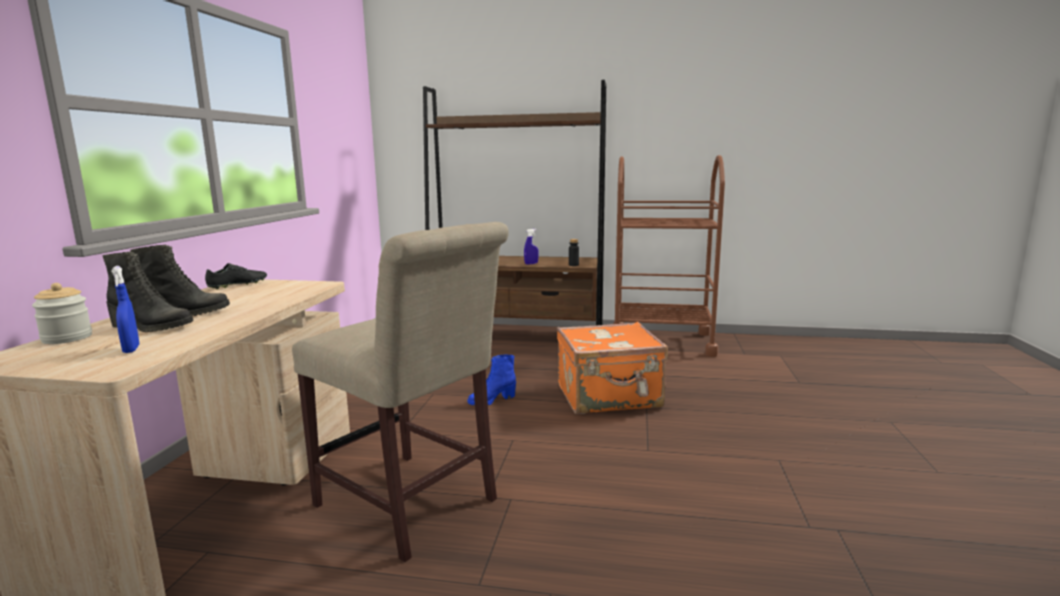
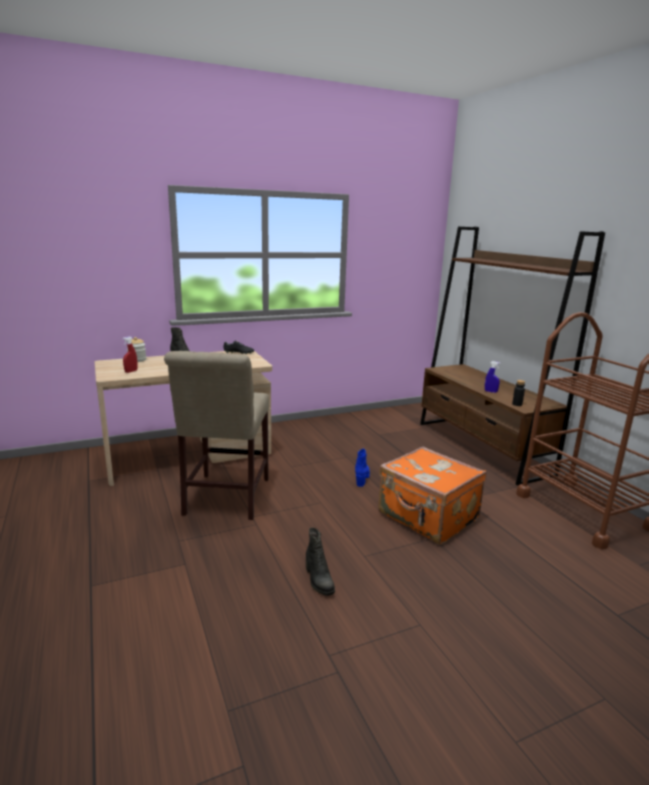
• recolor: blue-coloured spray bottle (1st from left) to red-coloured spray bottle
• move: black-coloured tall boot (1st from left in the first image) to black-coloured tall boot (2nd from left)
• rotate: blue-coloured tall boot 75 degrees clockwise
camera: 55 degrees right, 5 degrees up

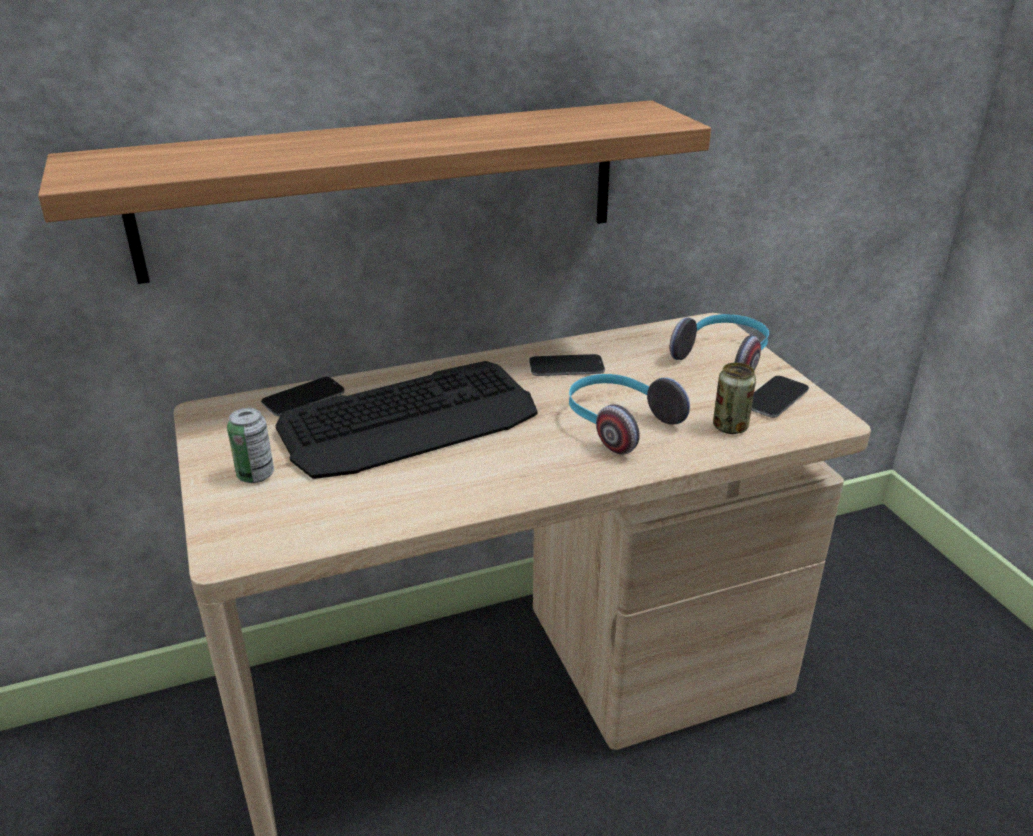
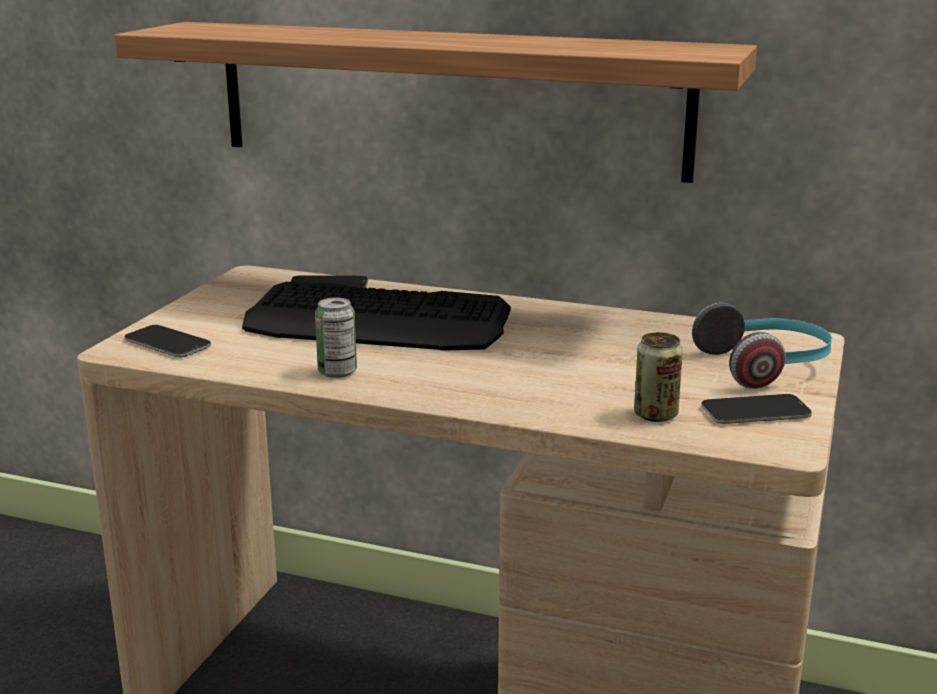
• move: telephone (2nd from left in the first image) to telephone (1st from left)
• move: metal can (1st from left)
• delete: headphones (1st from left)
camera: 40 degrees right, 10 degrees down

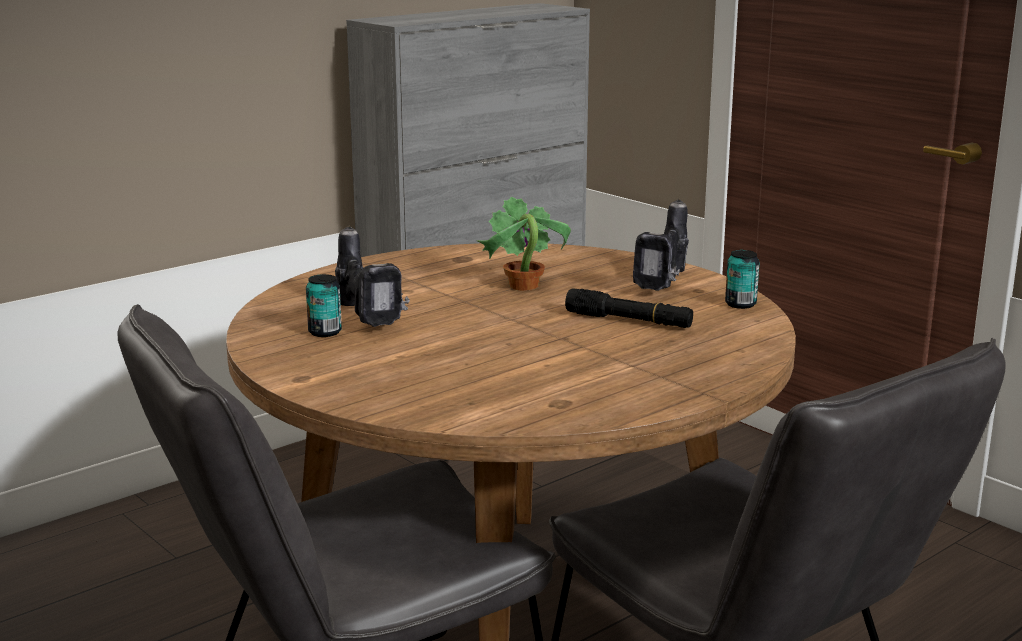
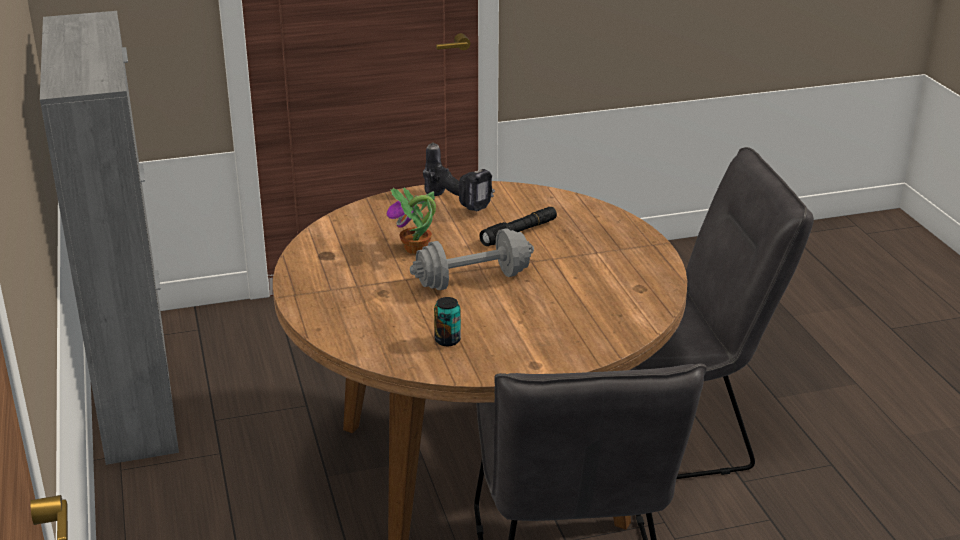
• insert: gray free weight
• delete: electric drill (1st from left)
• delete: metal can (2nd from left)
camera: 65 degrees left, 10 degrees up

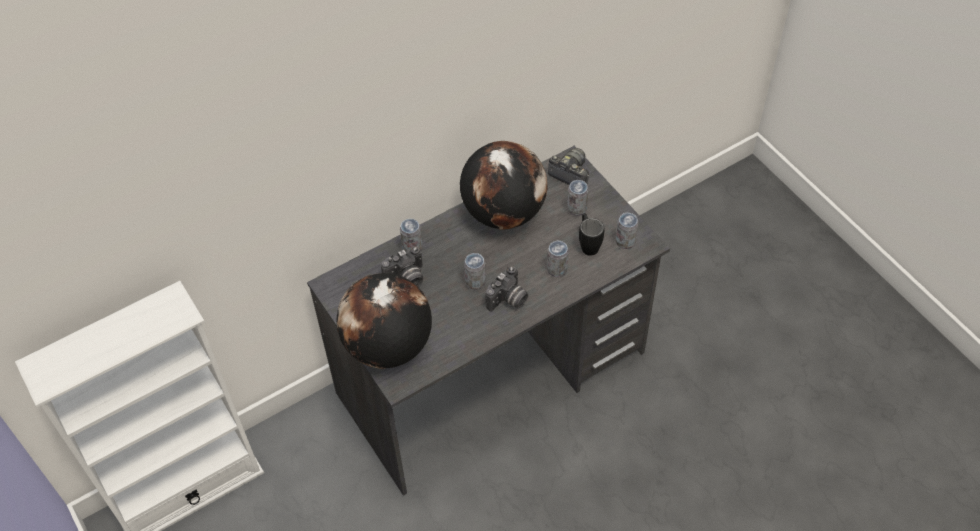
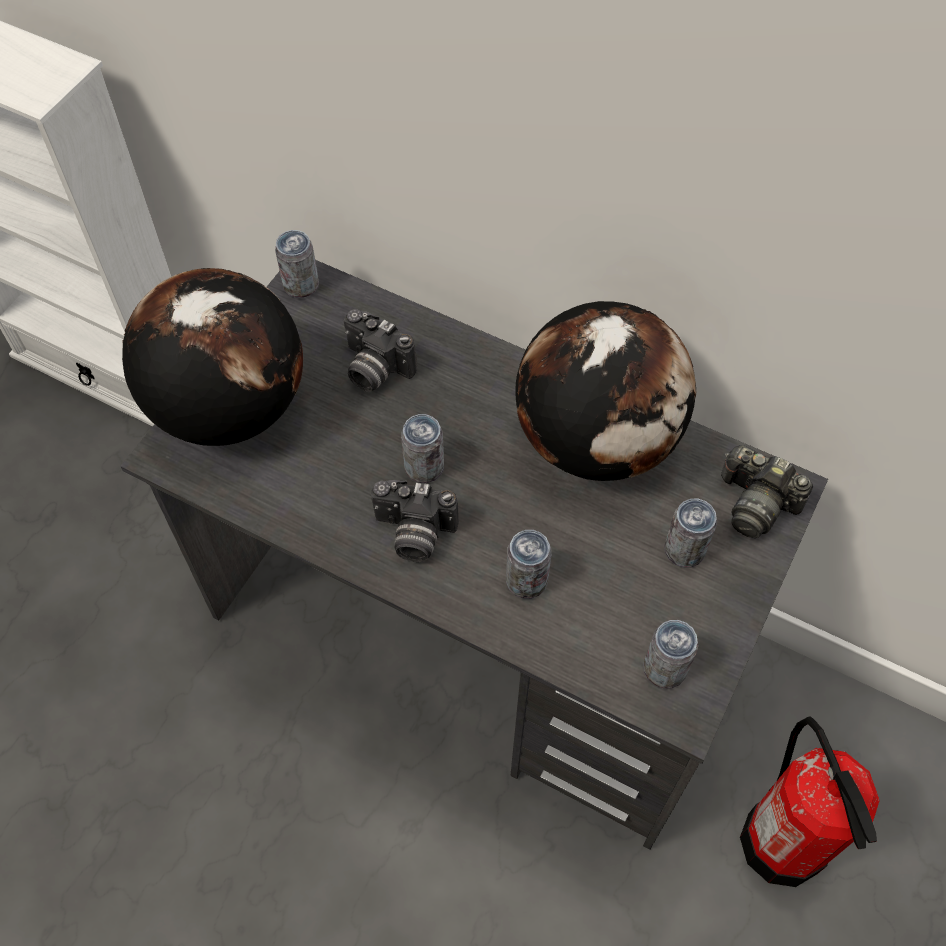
• move: metal can (1st from left)
• rotate: photo camera (3rd from left) 120 degrees clockwise
• insert: extinguisher
• delete: black-coloured coffee mug
camera: 60 degrees right, 5 degrees up

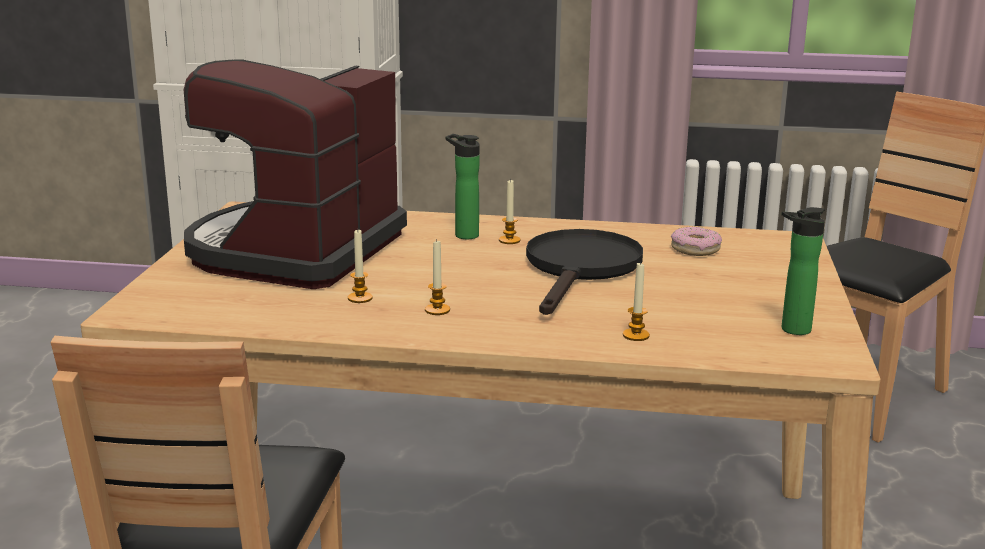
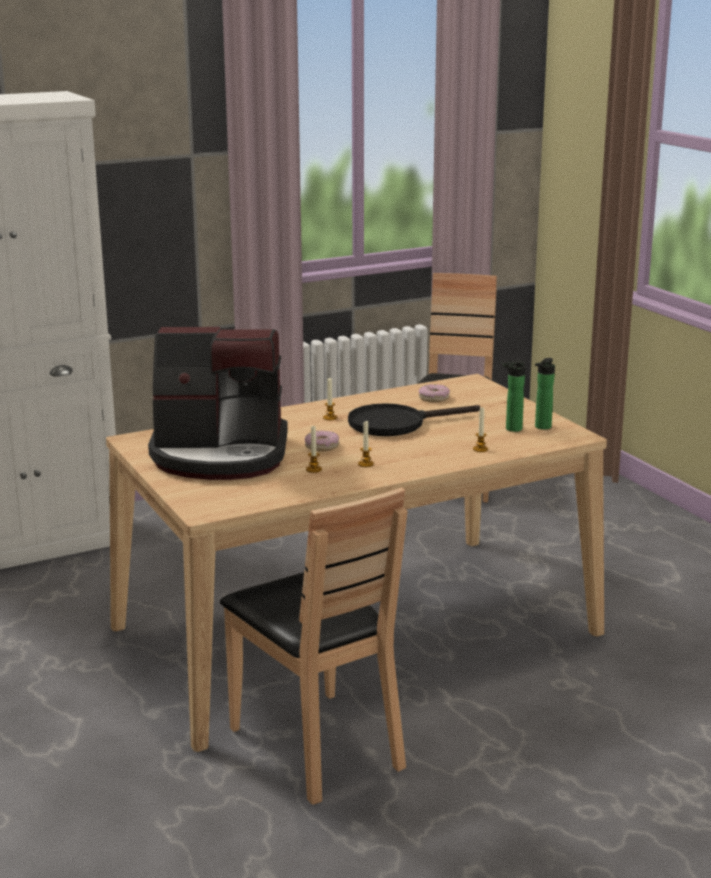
• rotate: coffee brewer 75 degrees counterclockwise
• insert: donut (1st from left)
• rotate: black-coloured pan 90 degrees counterclockwise
• move: beverage bottle (1st from left)
camera: 35 degrees left, 0 degrees up

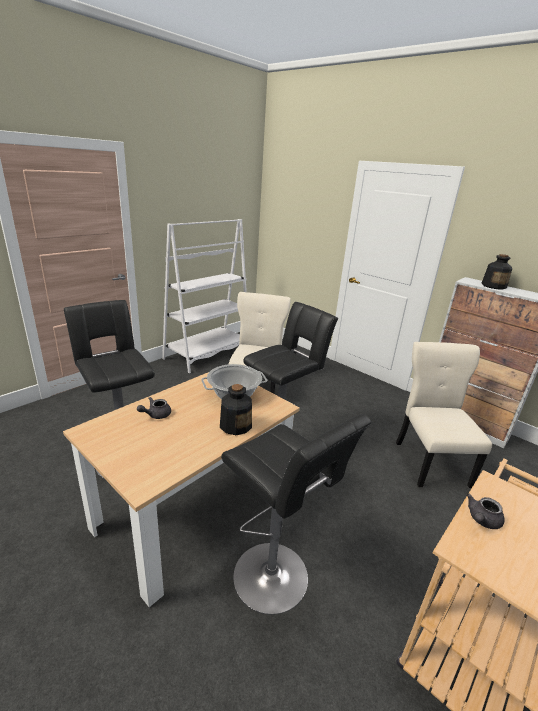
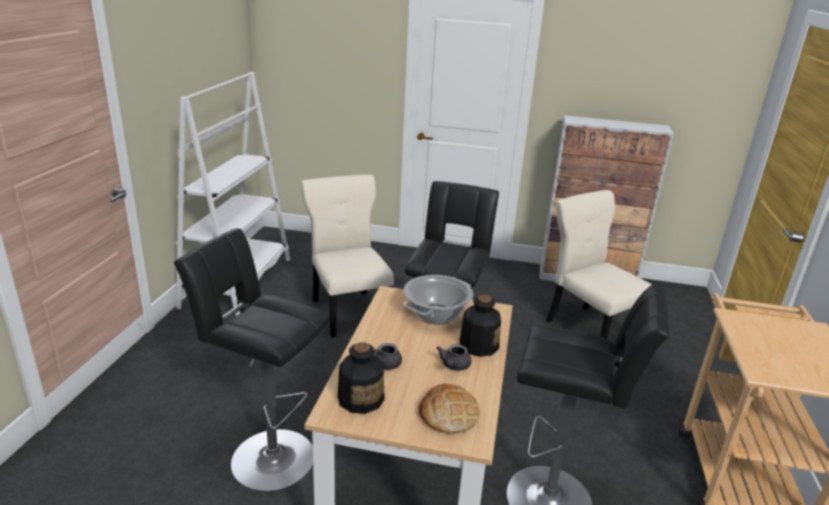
• move: beverage bottle (2nd from left in the first image) to beverage bottle (1st from left)
• insert: baked bread
• move: gray tea pot (2nd from left)
camera: 30 degrees left, 0 degrees up

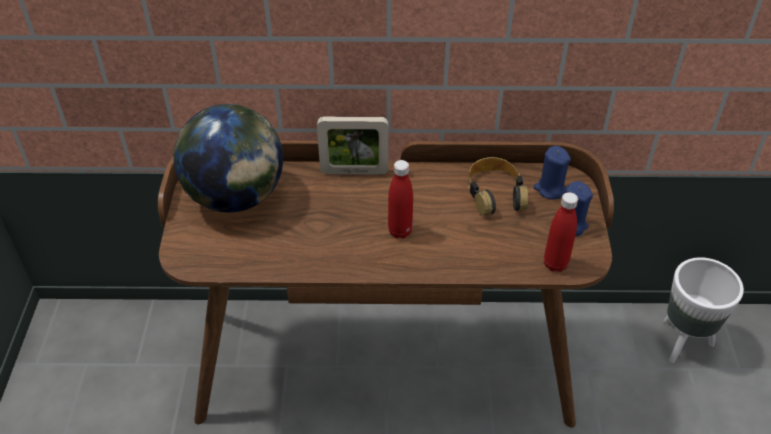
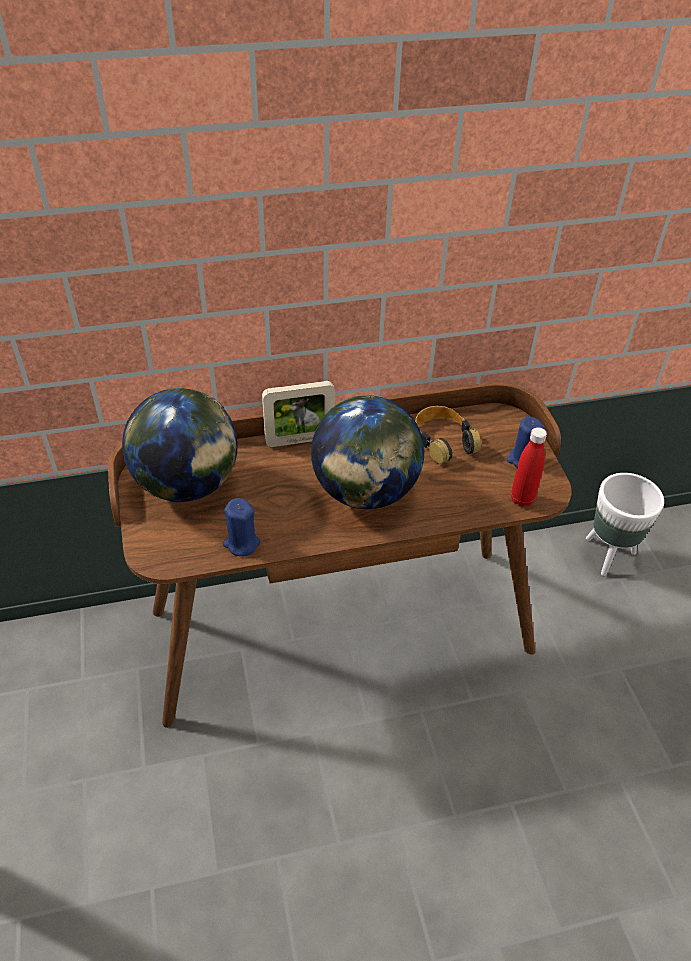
• move: blue-coloured candle (1st from left)
• replace: red-coloured beverage bottle (1st from left) to world globe (2nd from left)
camera: 15 degrees left, 0 degrees up

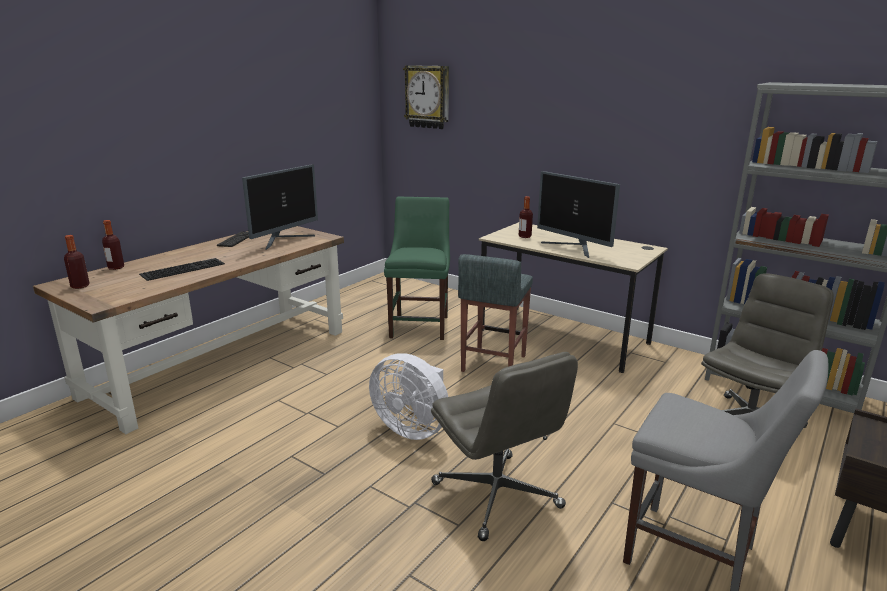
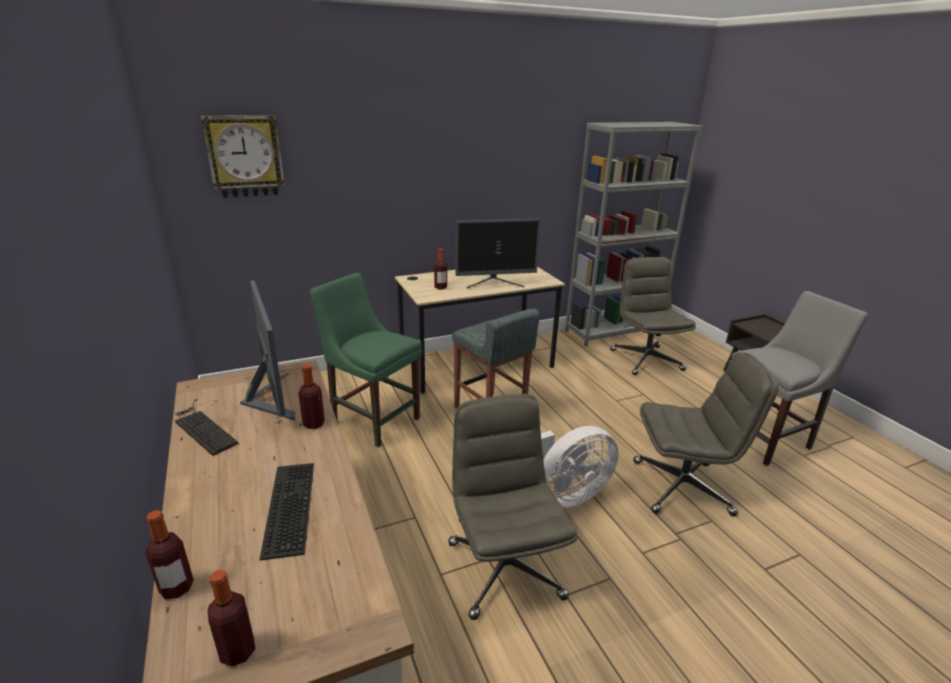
• insert: beverage bottle (3rd from left)
• insert: gray computer chair (1st from left)
camera: 60 degrees left, 5 degrees up

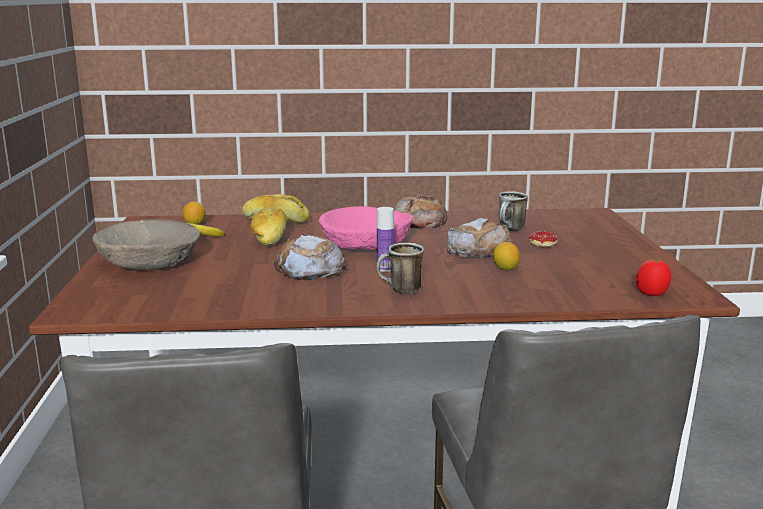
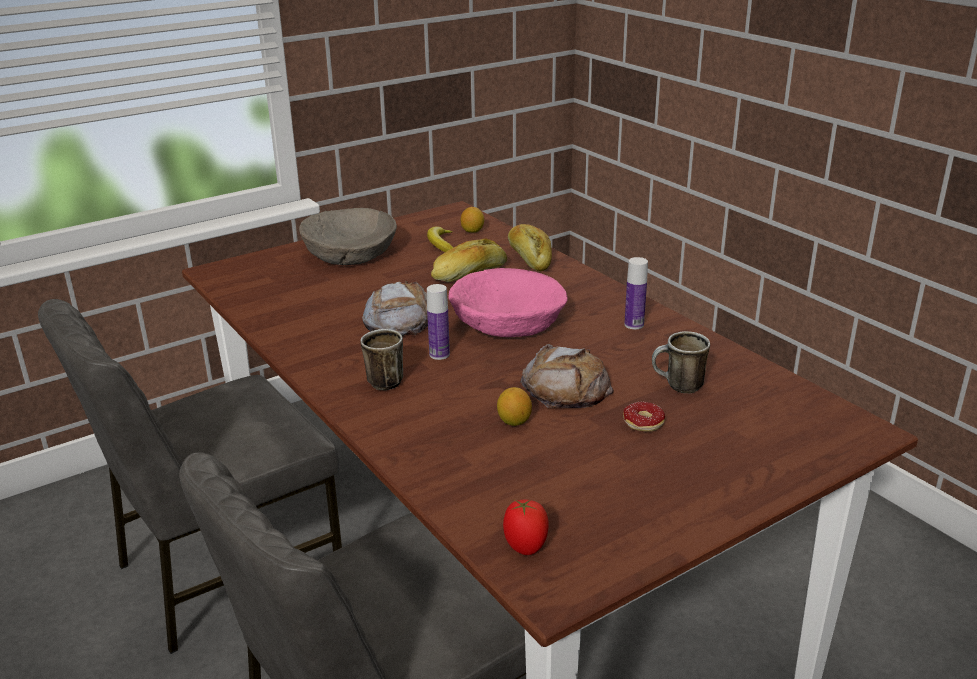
• replace: baked bread (4th from left) to beverage bottle (2nd from left)
camera: 60 degrees right, 10 degrees up

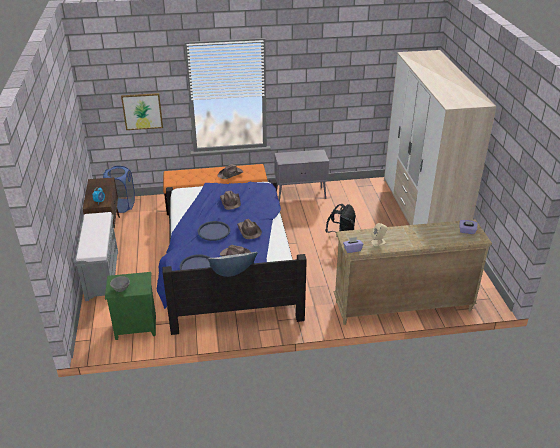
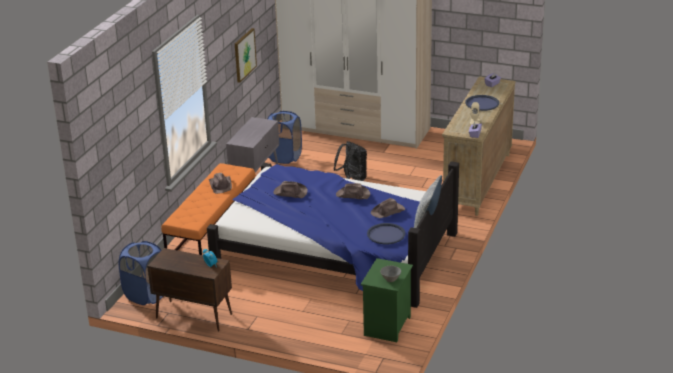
• move: picture
• insert: blue-coloured hamper (2nd from left)
• move: blue-coloured serving tray (2nd from left)
• delete: gray indoor bench
camera: 60 degrees left, 5 degrees down

